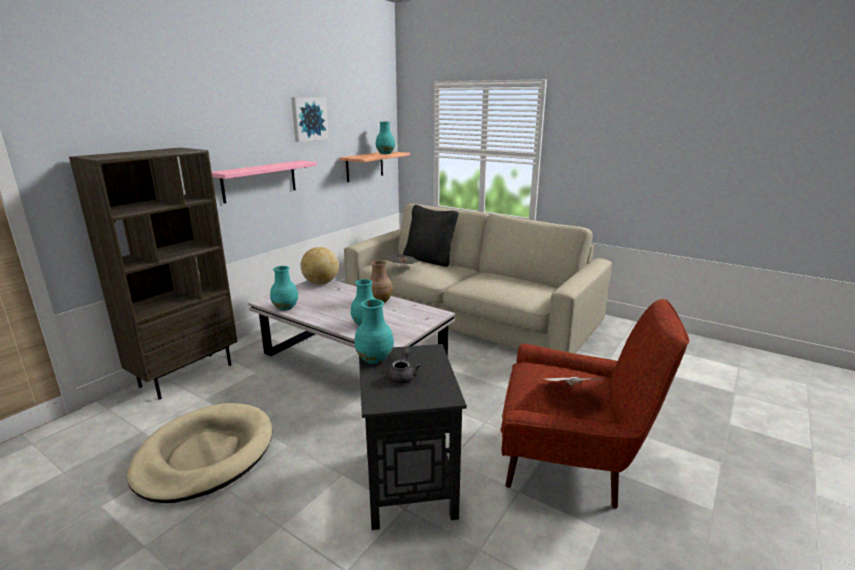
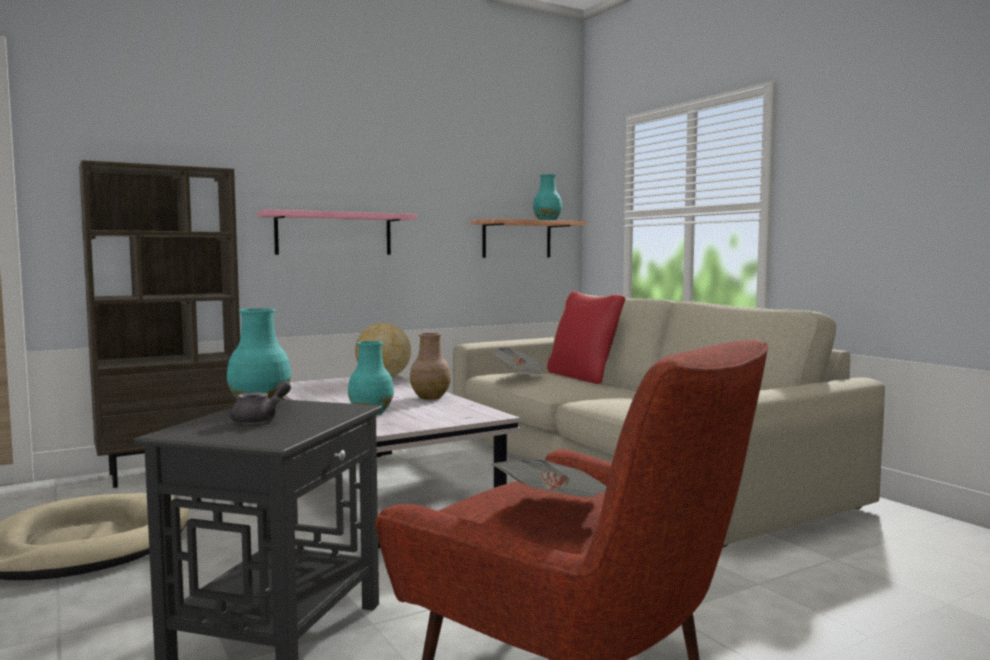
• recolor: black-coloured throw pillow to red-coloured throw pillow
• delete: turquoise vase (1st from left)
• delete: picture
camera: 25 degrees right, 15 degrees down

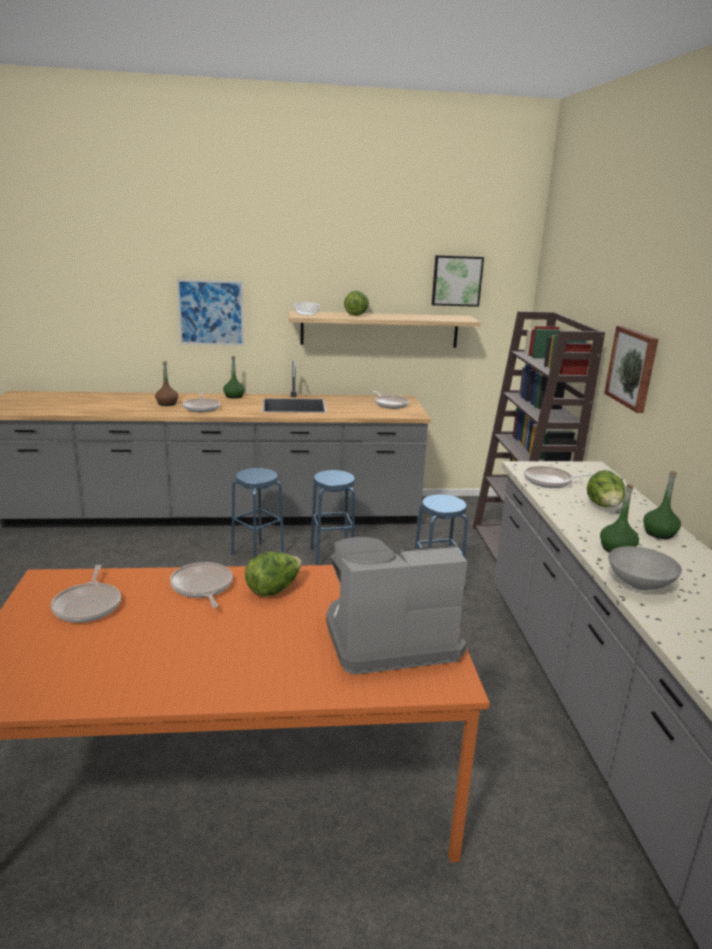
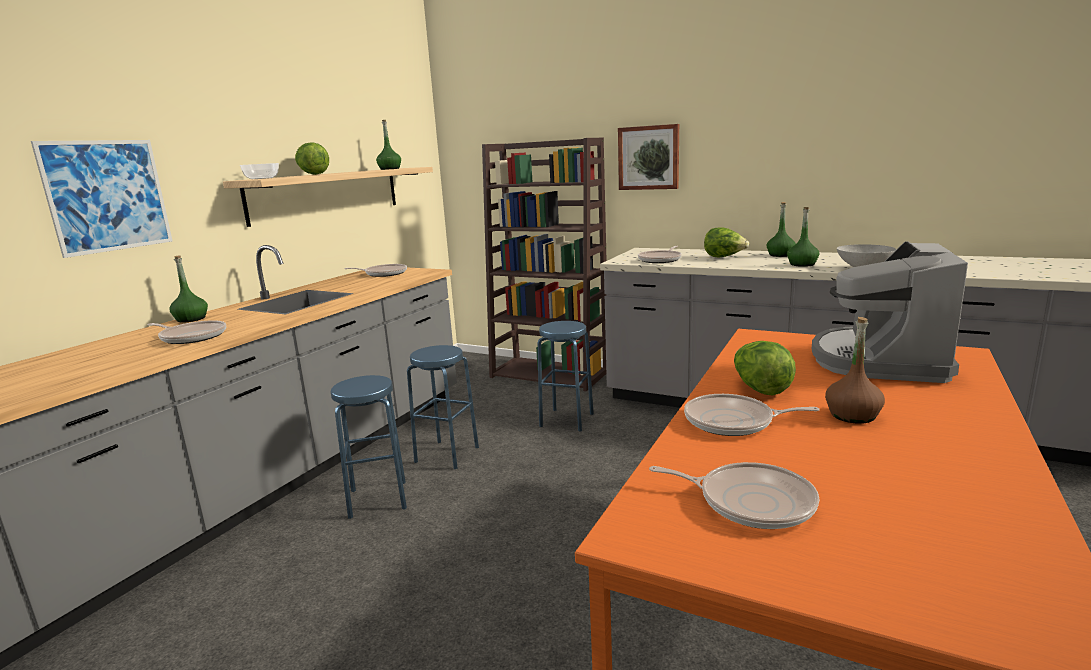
• insert: green beverage bottle (2nd from left)
• move: brown-coloured beverage bottle
• delete: picture (2nd from left)
camera: 55 degrees left, 5 degrees down

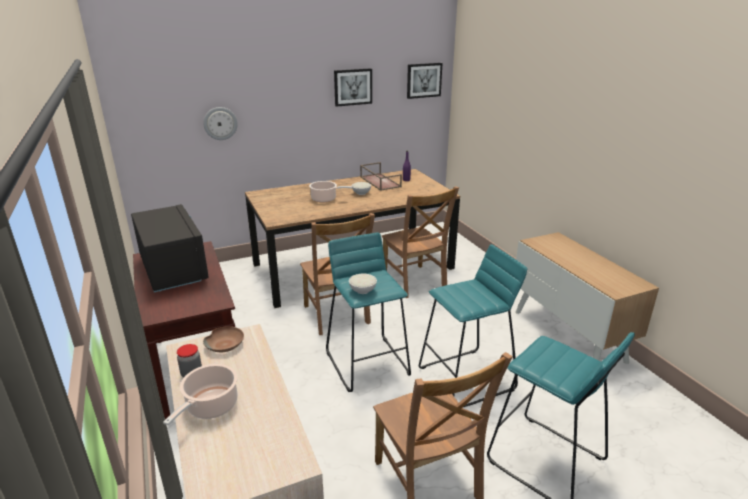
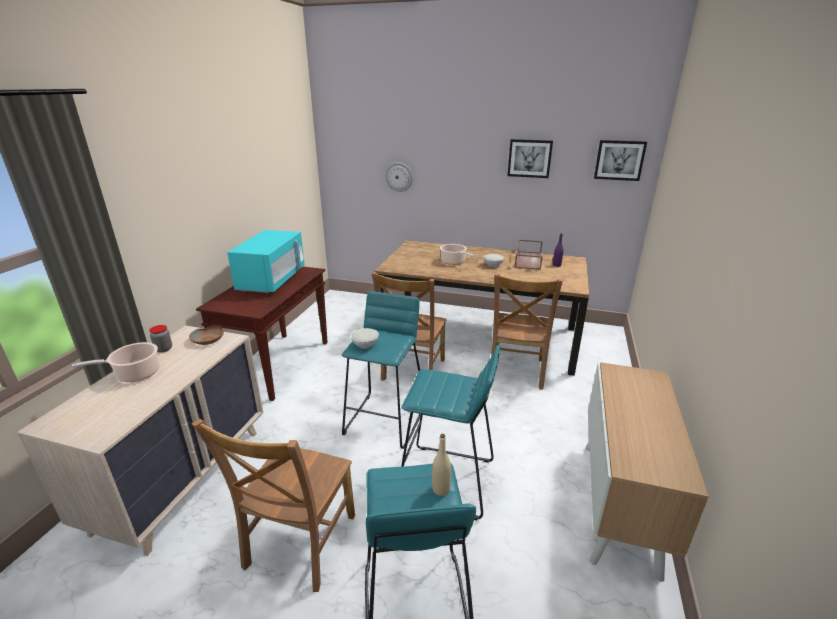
• recolor: black-coloured microwave to turquoise microwave
• insert: sand-coloured beverage bottle
camera: 40 degrees right, 0 degrees up

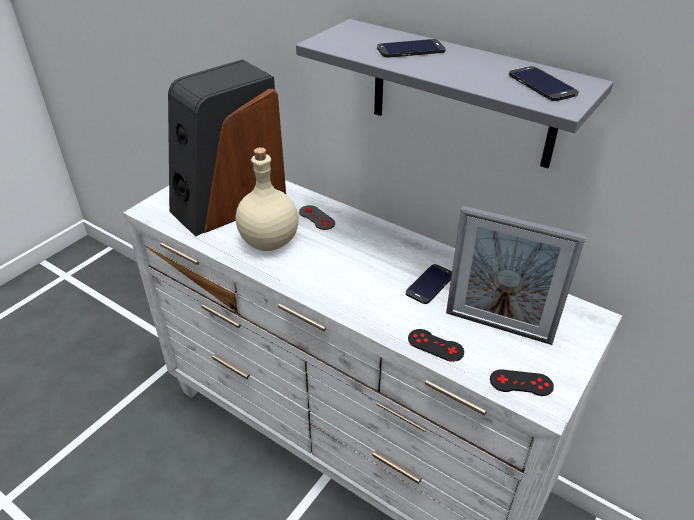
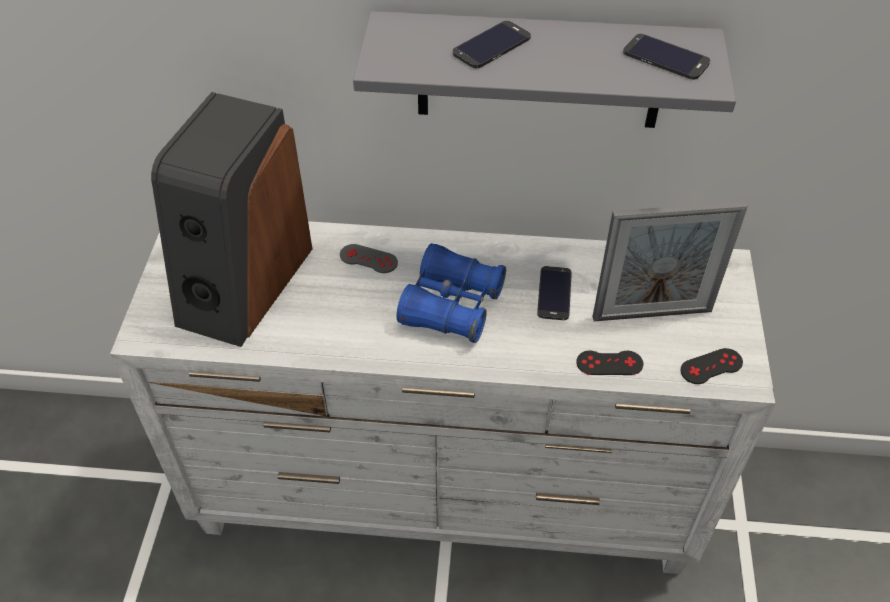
• insert: blue-coloured pair of binoculars
• delete: sand-coloured beverage bottle
camera: 30 degrees left, 10 degrees up

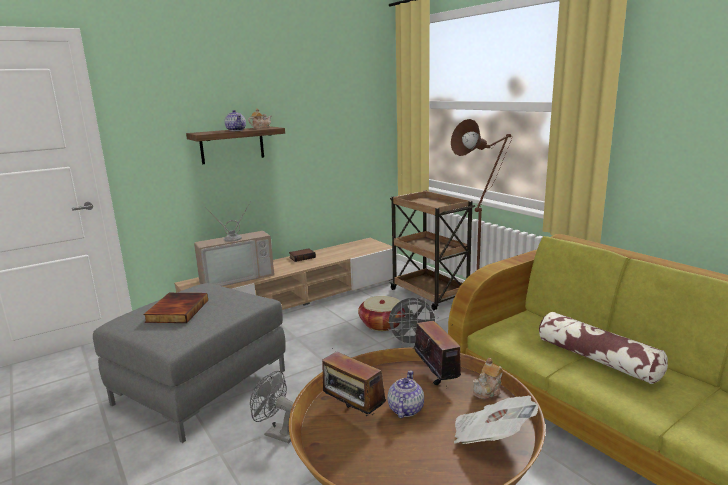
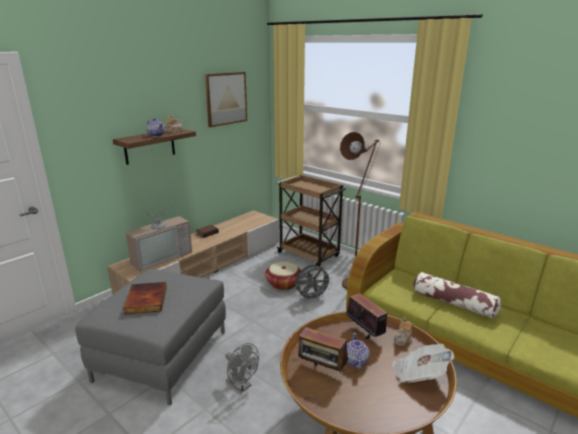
• insert: picture
• rotate: gray cooling fan (1st from left) 150 degrees counterclockwise
camera: 15 degrees left, 5 degrees up

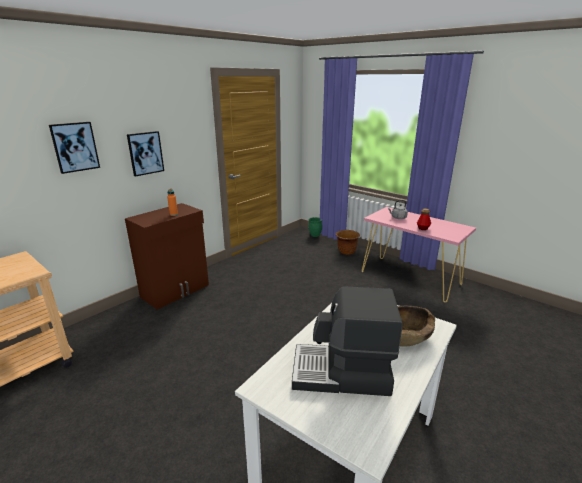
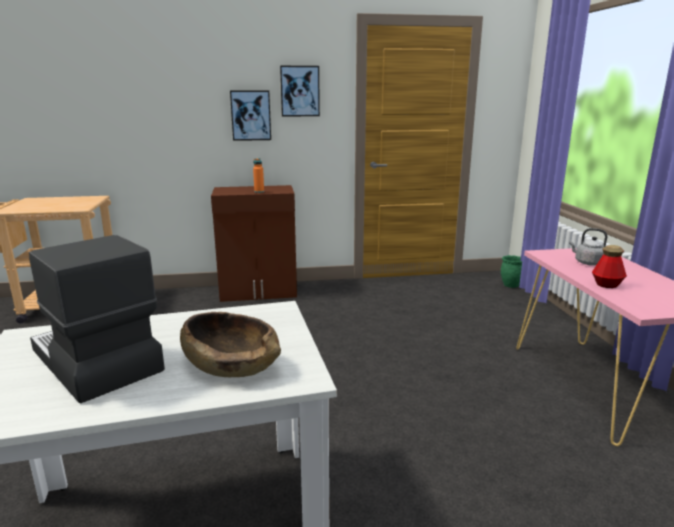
• move: picture (1st from left in the first image) to picture (2nd from left)
• delete: brown-coloured plant pot
camera: 40 degrees right, 5 degrees down

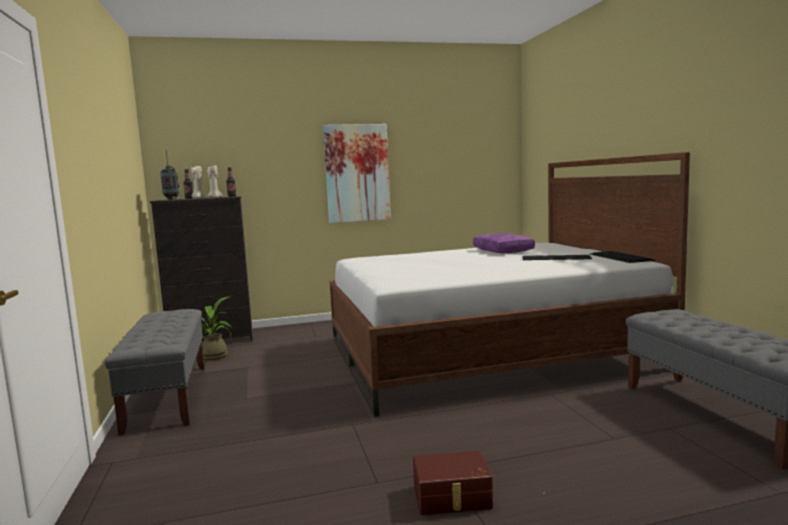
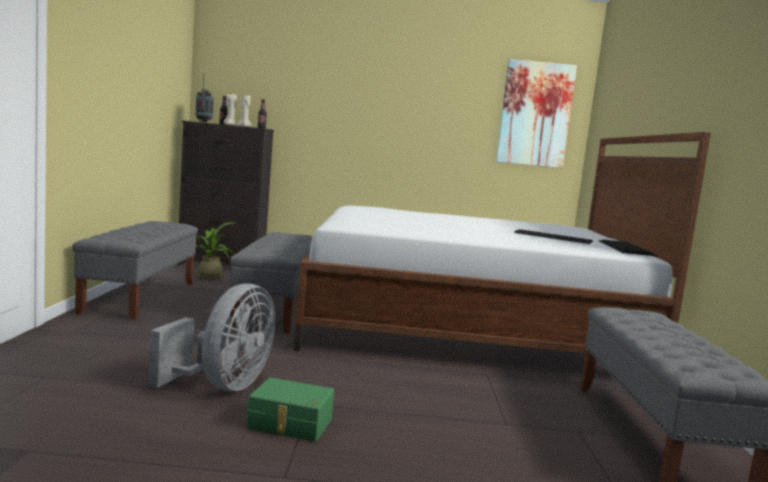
• insert: gray cooling fan
• insert: gray indoor bench (2nd from left)
• recolor: brown-coloured storage container to green storage container
• move: picture
• delete: purple throw pillow
camera: 15 degrees right, 0 degrees up

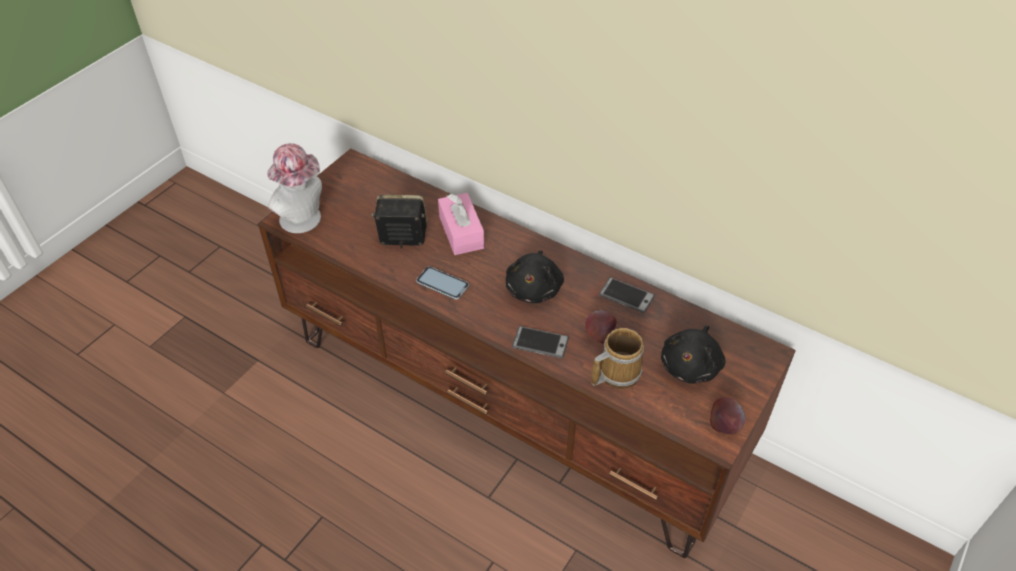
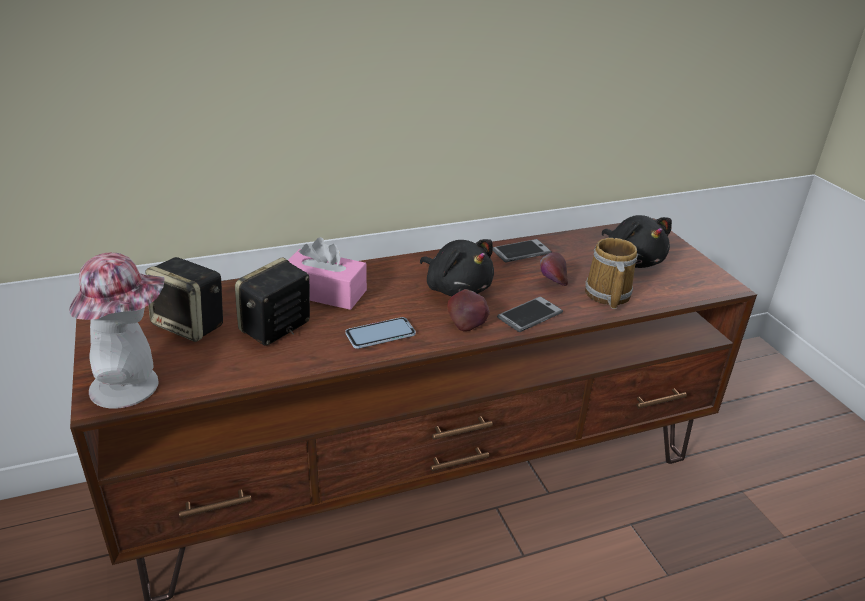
• insert: speaker (1st from left)
• move: whole apple (2nd from left in the first image) to whole apple (1st from left)
camera: 55 degrees left, 15 degrees down

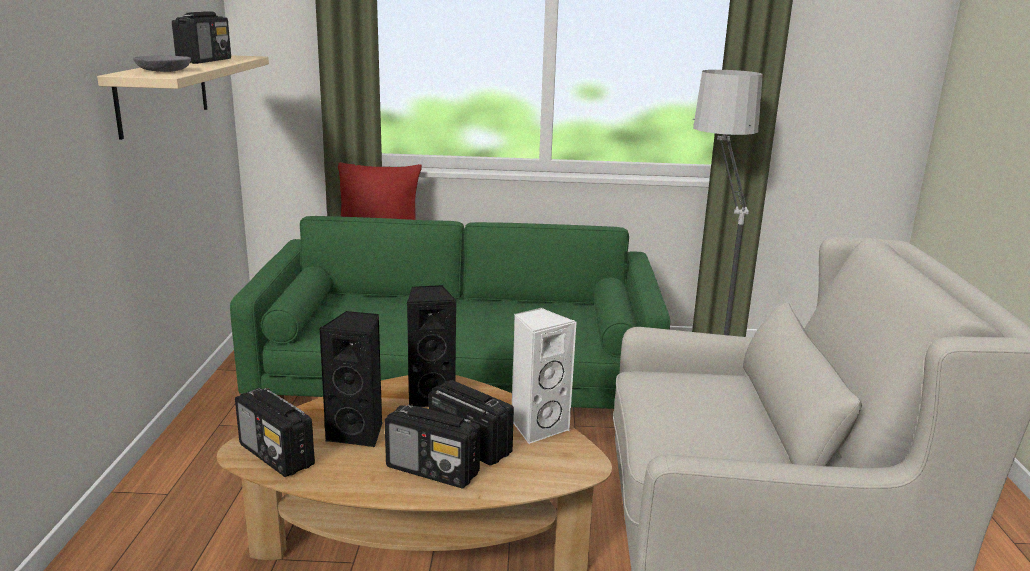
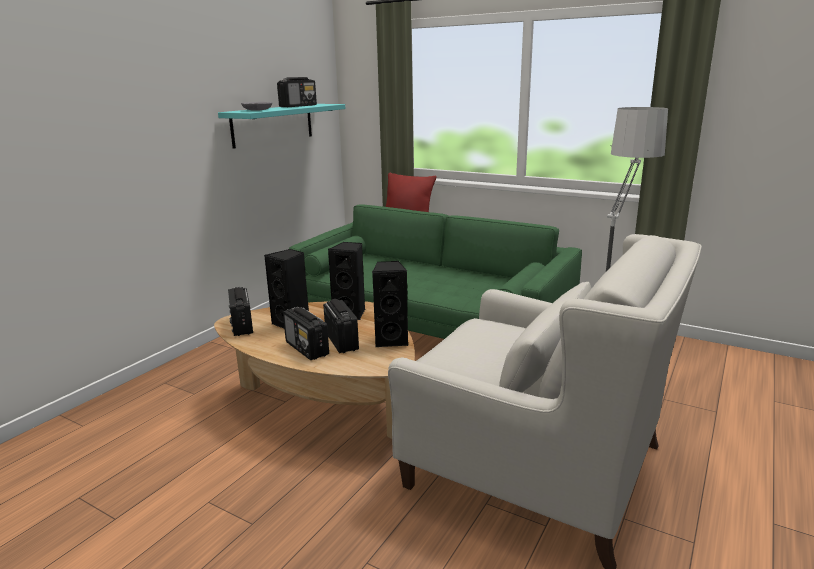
• recolor: sand-coloured wall shelf to turquoise wall shelf
• recolor: whitish speaker to black-coloured speaker (3rd from left)
camera: 30 degrees right, 0 degrees up

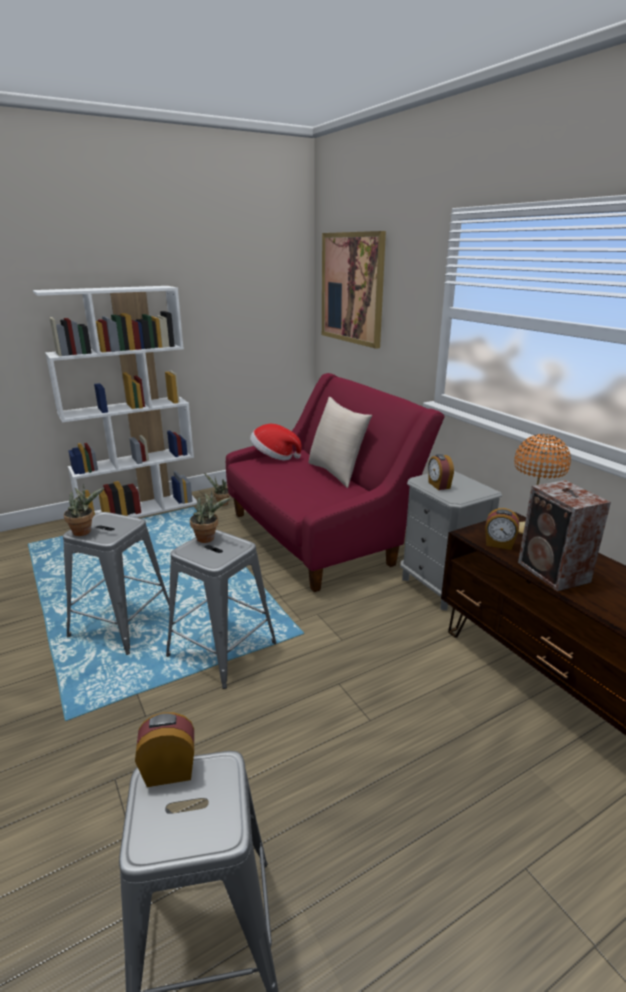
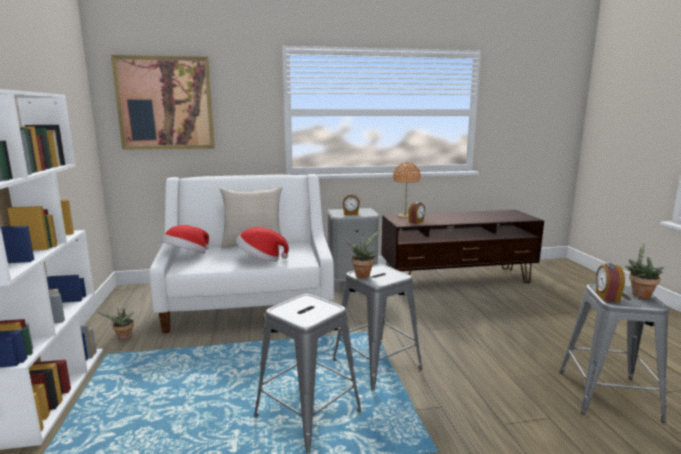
• recolor: red-coloured couch to whitish couch
• insert: wearable hat (2nd from left)
• move: houseplant (1st from left in the first image) to houseplant (3rd from left)
• delete: speaker
camera: 70 degrees left, 10 degrees down

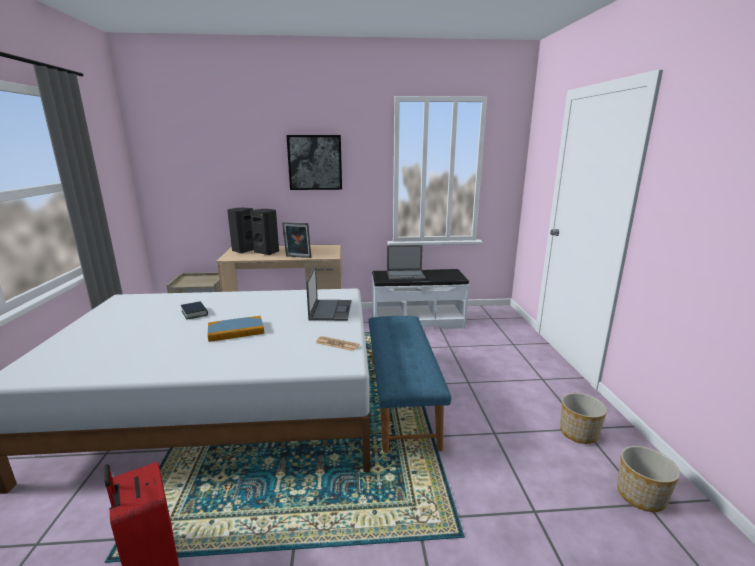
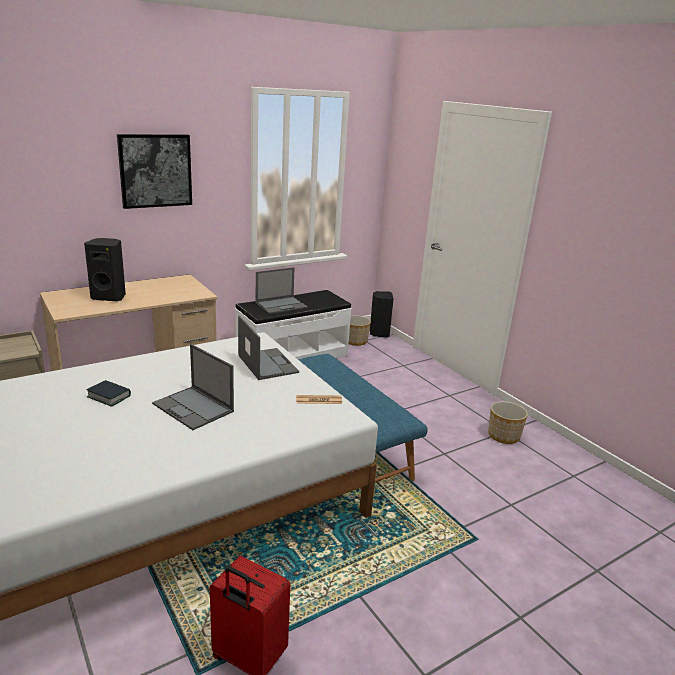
• replace: volume (2nd from left) to laptop (1st from left)
• move: plant pot (2nd from left in the first image) to plant pot (1st from left)
• move: black-coloured speaker (1st from left in the first image) to black-coloured speaker (2nd from left)
• delete: picture frame
camera: 30 degrees left, 5 degrees up

